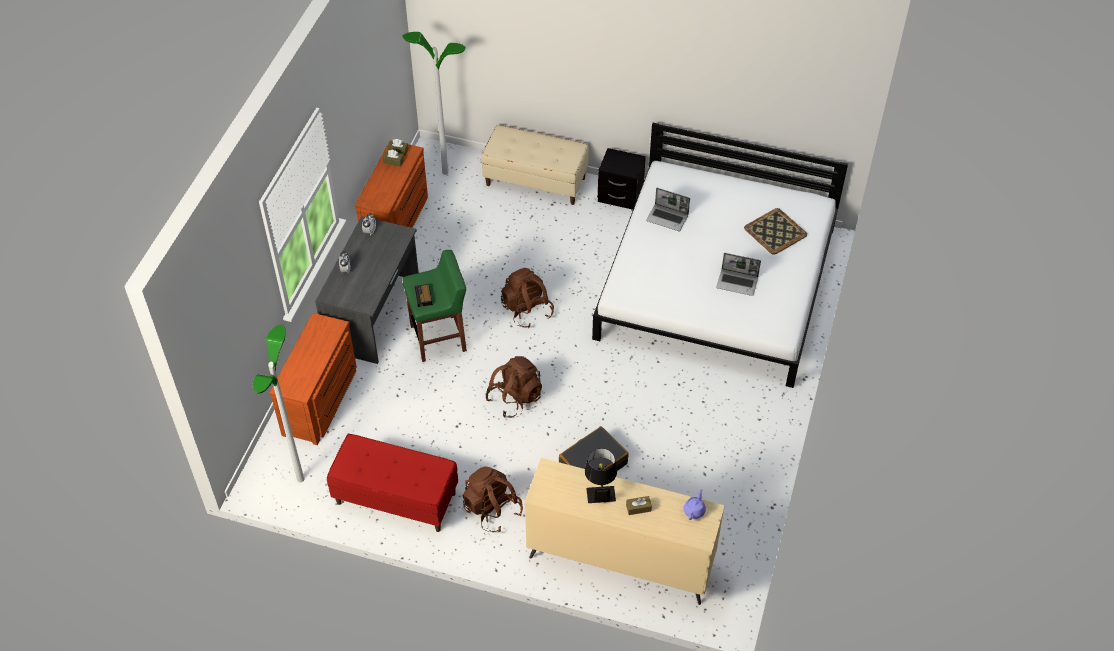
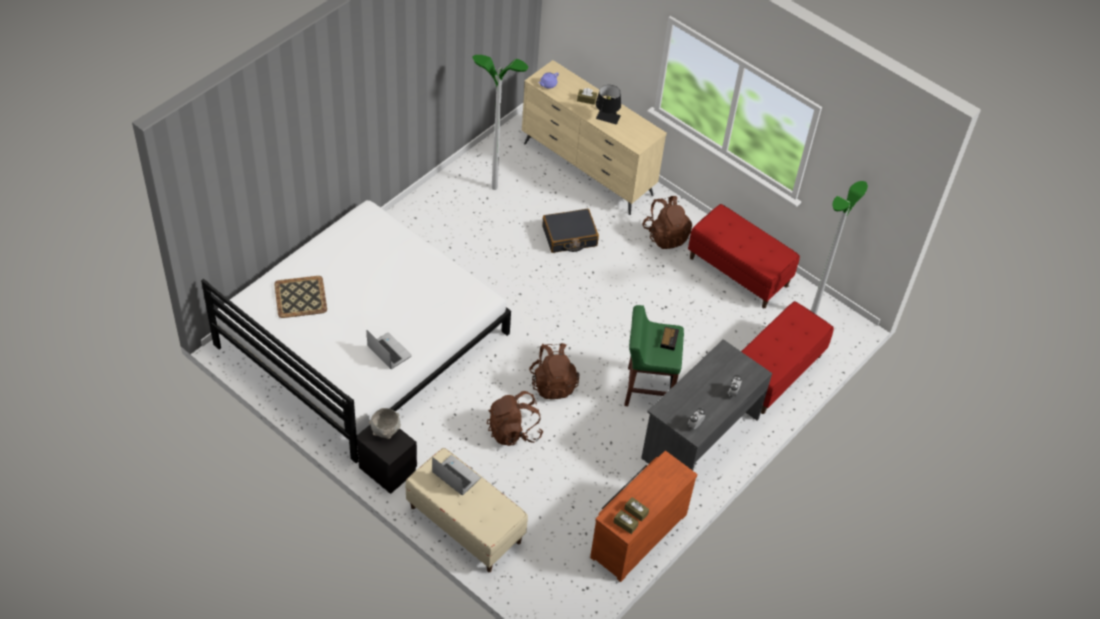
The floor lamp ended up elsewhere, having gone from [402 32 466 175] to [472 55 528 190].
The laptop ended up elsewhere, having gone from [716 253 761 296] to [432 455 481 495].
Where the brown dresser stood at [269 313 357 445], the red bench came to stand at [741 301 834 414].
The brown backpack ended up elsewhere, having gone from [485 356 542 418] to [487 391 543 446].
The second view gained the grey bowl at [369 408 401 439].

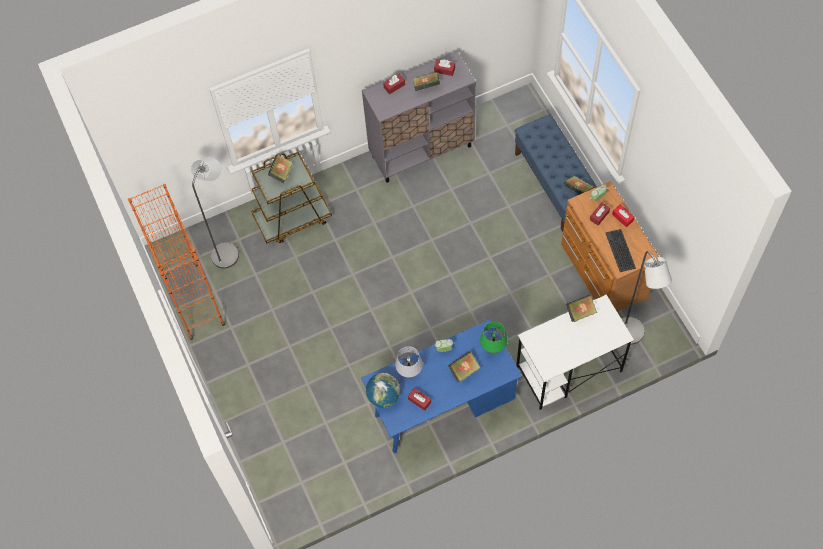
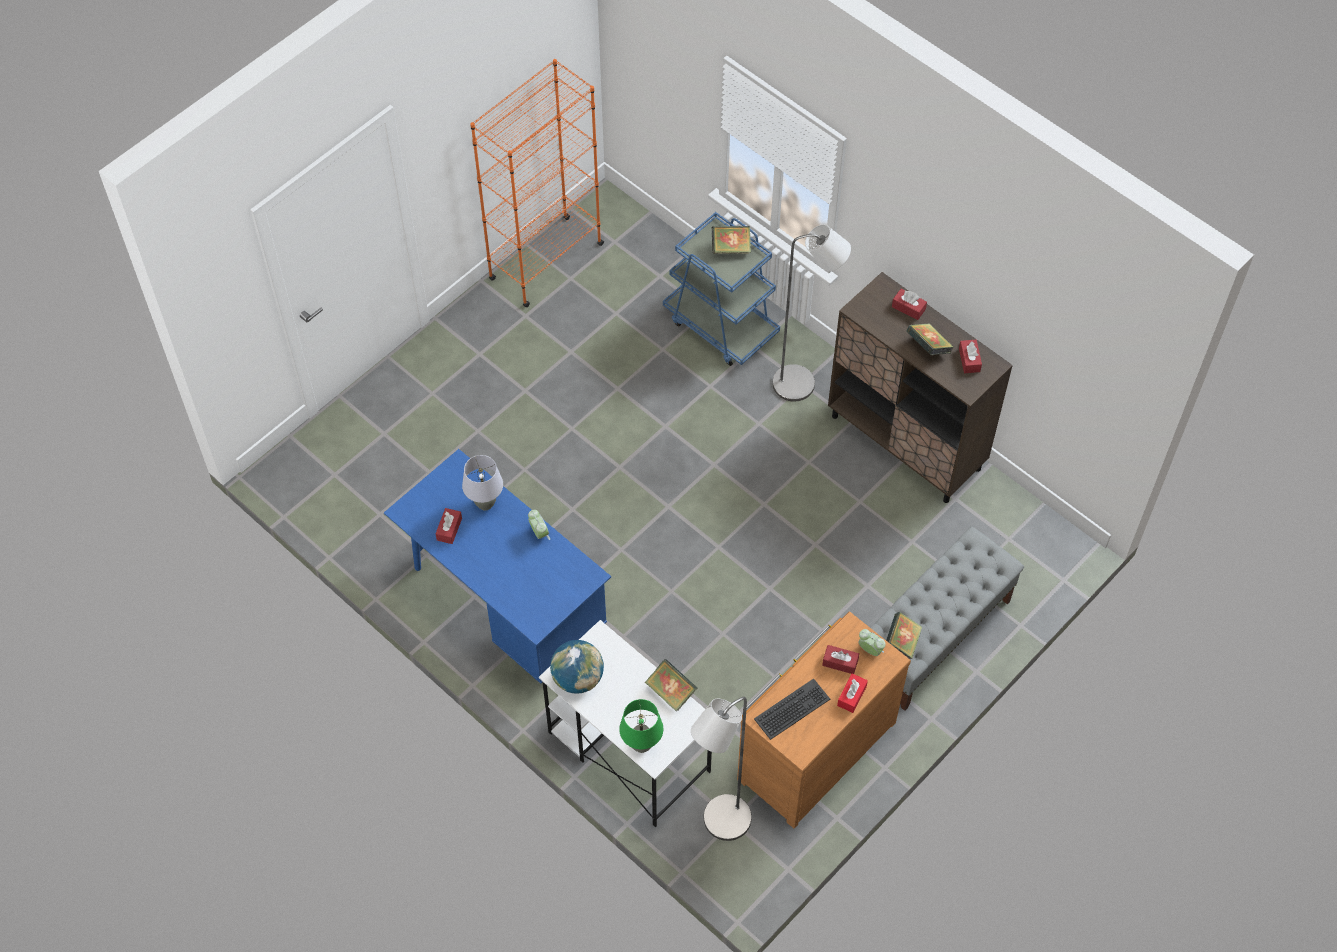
What was the grey cabinet at [362 51 476 183] turned into the brown cabinet at [828 272 1013 503].
What was the blue bench at [515 114 597 232] turned into the grey bench at [870 526 1024 711].
What was the brown cart at [251 151 332 244] turned into the blue cart at [663 212 780 366].
The grey floor lamp ended up elsewhere, having gone from [191 157 239 268] to [773 224 851 401].
The green table lamp ended up elsewhere, having gone from [480 322 507 354] to [619 699 663 753].
The second view lost the book at [448 351 480 383].
The globe ended up elsewhere, having gone from [366 373 400 408] to [550 640 604 694].

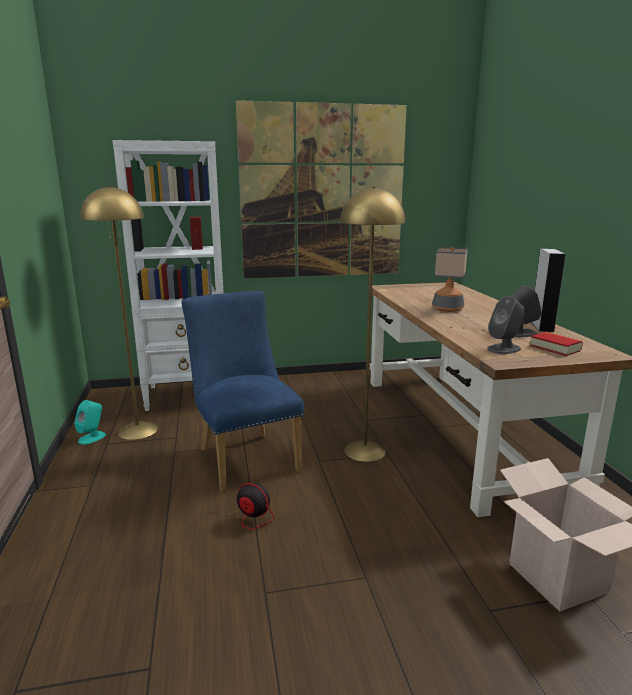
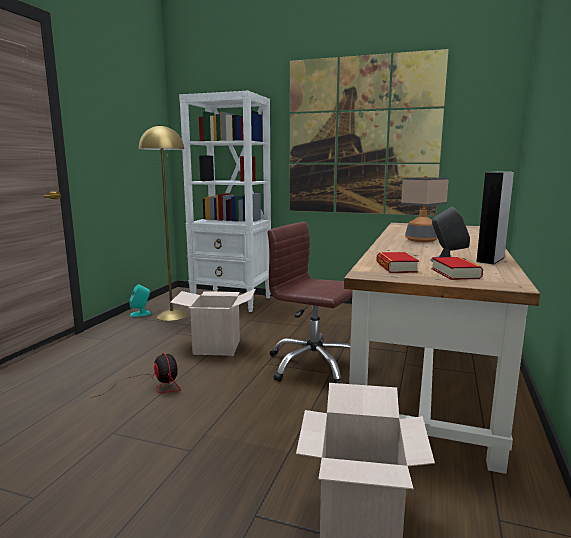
Where the yellow floor lamp stood at [340 186 405 462], the brown office chair came to stand at [267 222 352 384].
Where the blue chair stood at [181 291 304 492], the cardboard box came to stand at [170 288 256 356].
Where the grey speaker stood at [487 296 525 354], the book came to stand at [376 252 419 273].

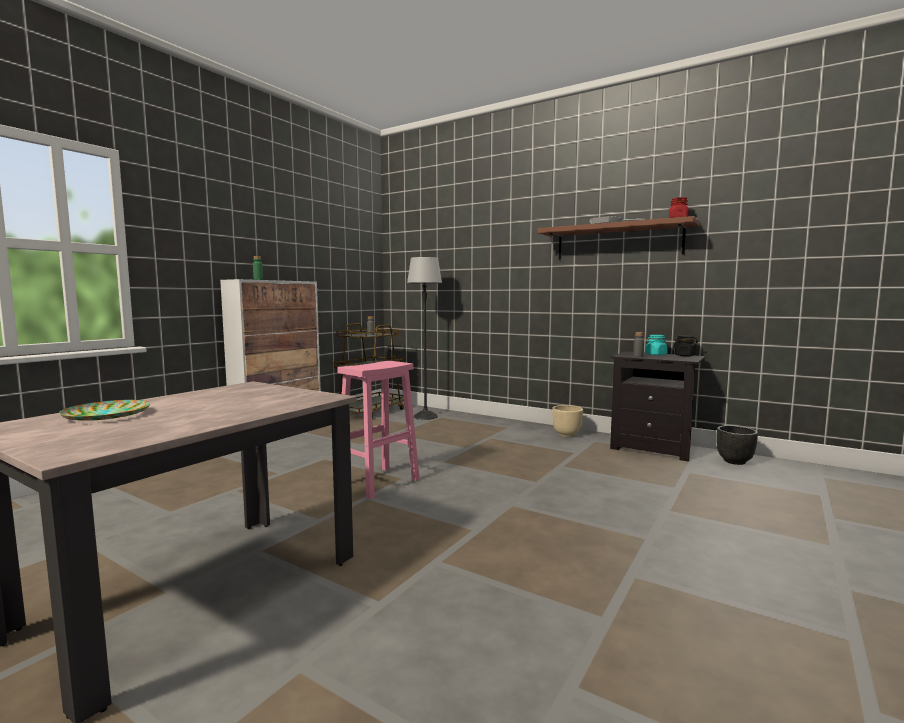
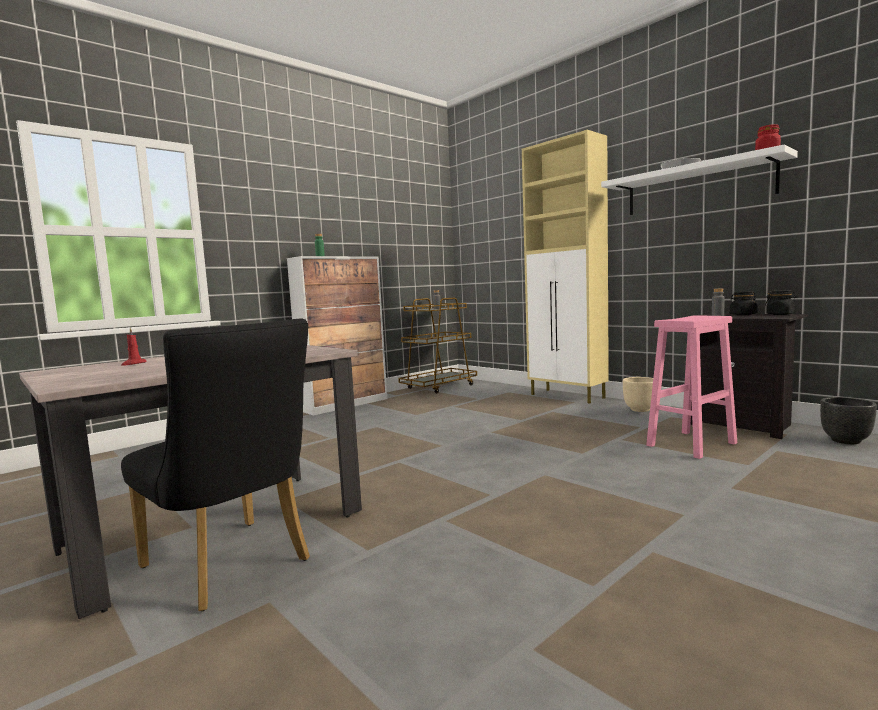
What was the brown shelf at [537 216 700 259] turned into the white shelf at [601 144 798 215].
The second view lost the floor lamp at [407 257 442 420].
What was the turquoise jar at [645 335 668 355] turned into the black jar at [730 291 758 315].
The pink stool ended up elsewhere, having gone from [337 361 420 499] to [646 315 737 459].
Where the plate stood at [59 400 150 421], the red candle came to stand at [121 328 147 366].
The second view gained the beige cabinet at [522 130 609 404].
The second view gained the black chair at [121 319 310 611].

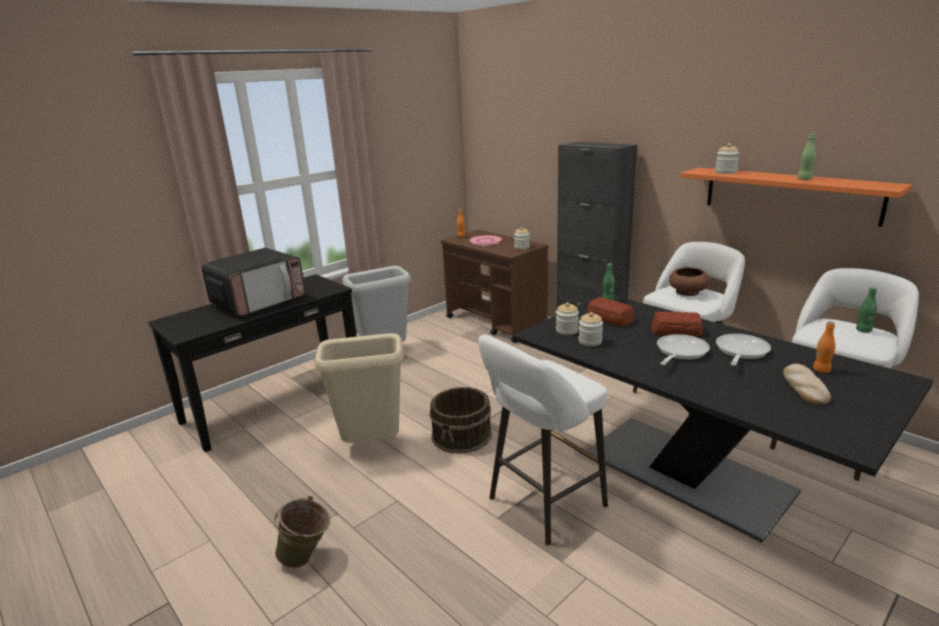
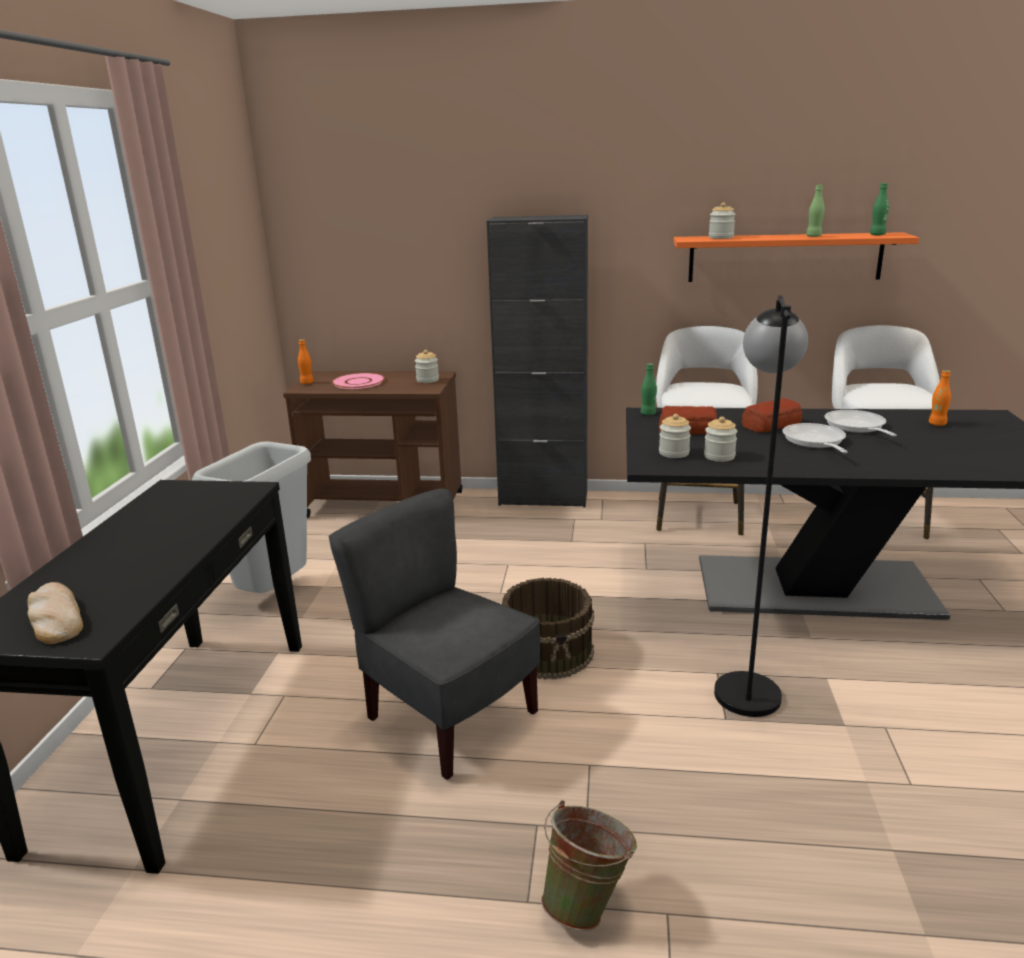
The second view lost the microwave at [202 248 305 316].
The second view lost the brown bowl at [669 267 710 296].
The green bottle ended up elsewhere, having gone from [856 287 877 333] to [870 183 889 235].
Where the beige trash can stood at [315 333 404 443], the grey chair came to stand at [329 488 540 780].
Where the white stool stood at [478 334 608 545], the black floor lamp came to stand at [714 295 808 717].
The bread ended up elsewhere, having gone from [783 364 831 404] to [27 582 83 644].

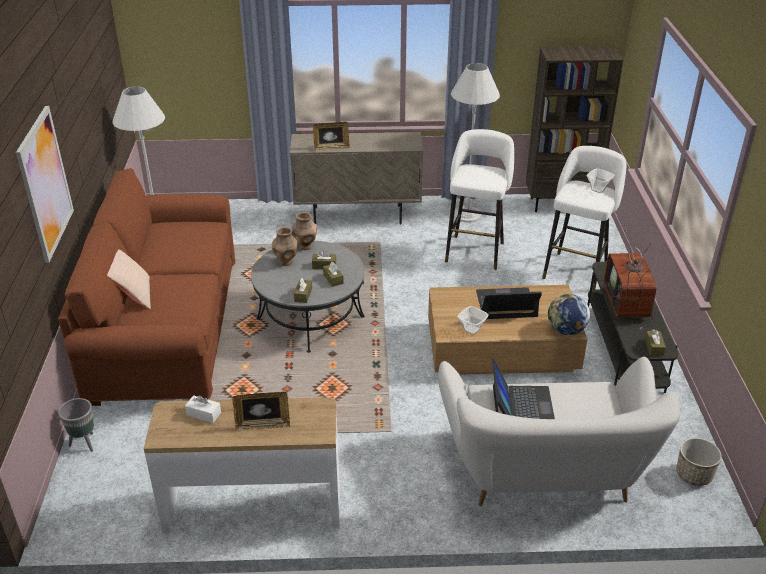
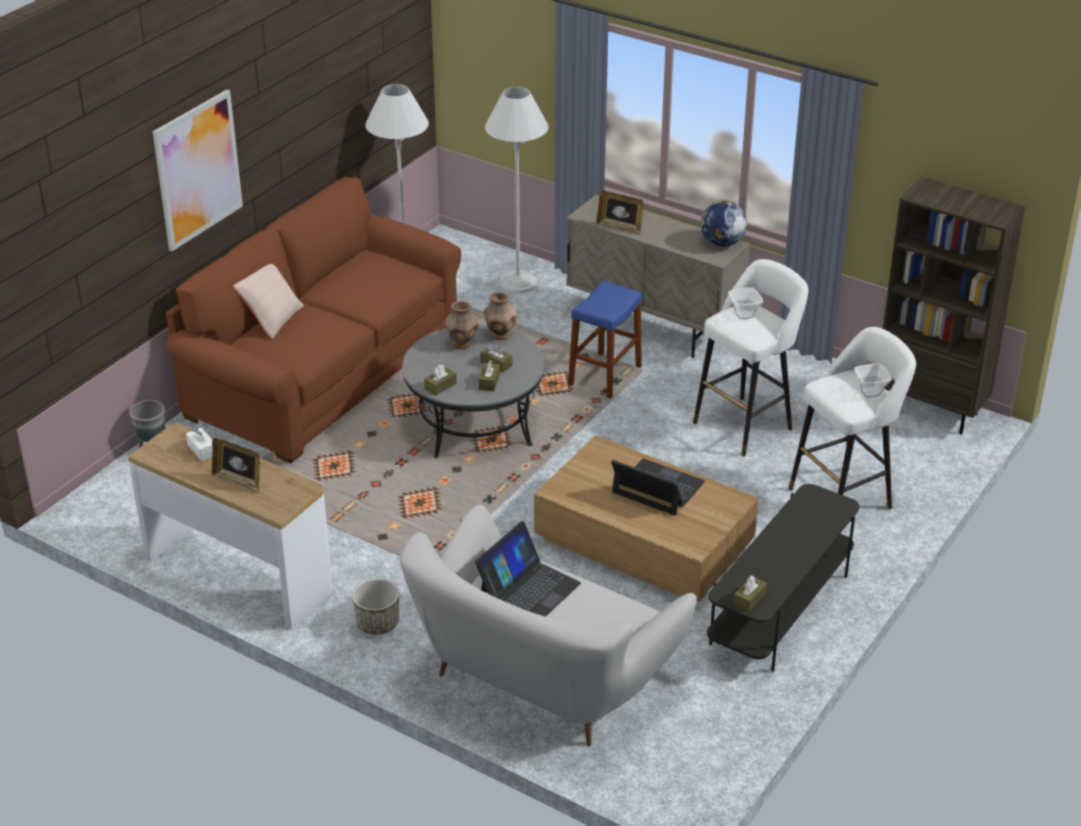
The white floor lamp ended up elsewhere, having gone from [451 63 500 223] to [485 87 548 293].
The second view lost the television at [604 227 657 330].
The globe ended up elsewhere, having gone from [548 294 590 335] to [700 200 747 247].
The bowl ended up elsewhere, having gone from [457 306 489 335] to [728 287 763 320].
The planter ended up elsewhere, having gone from [676 438 722 486] to [352 579 399 635].
The second view gained the blue stool at [568 281 642 399].

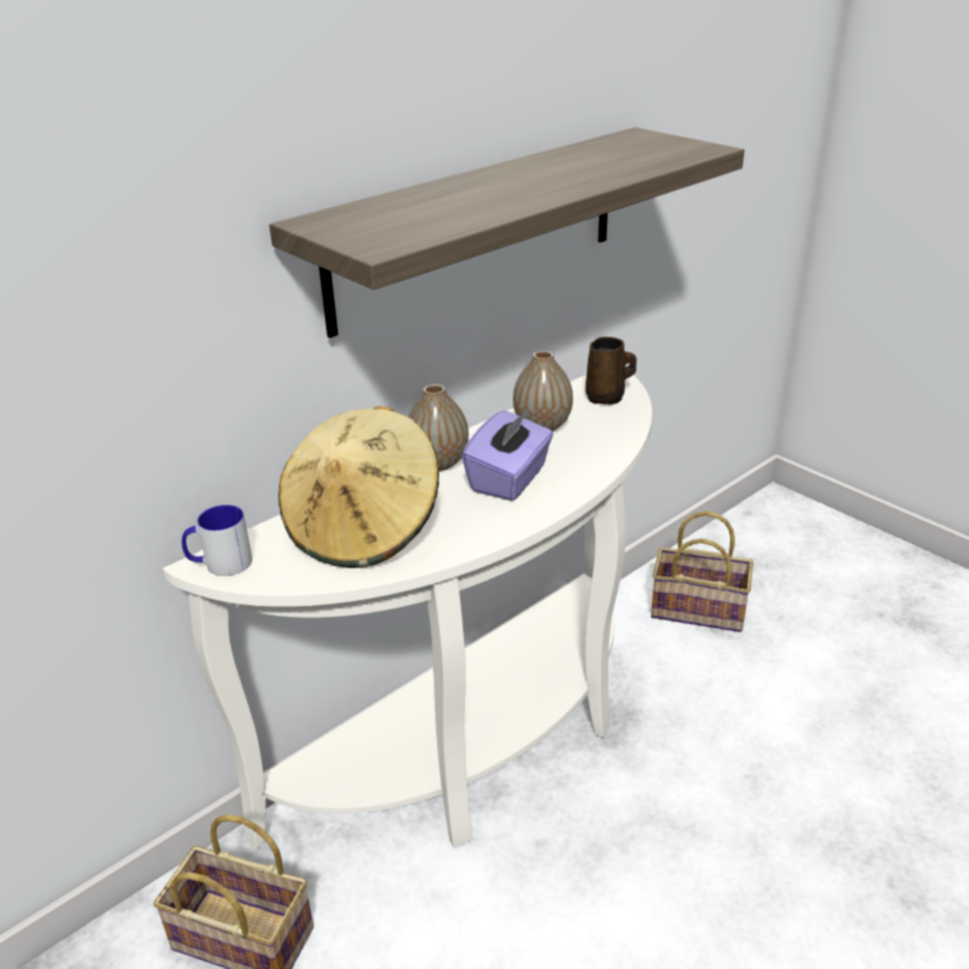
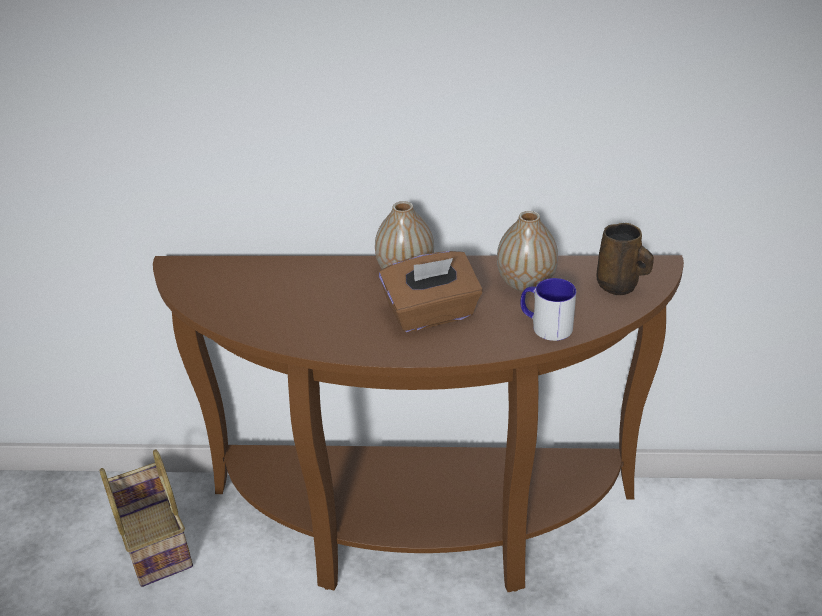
The second view lost the shelf at [269 127 744 338].
What was the white console table at [163 374 652 849] turned into the brown console table at [153 255 684 592].
The second view lost the beige hat at [278 406 439 568].
What was the purple tissue box at [462 409 553 501] turned into the brown tissue box at [379 251 483 332].
The mug ended up elsewhere, having gone from [182 505 252 576] to [520 278 576 341].
The second view lost the basket at [651 511 753 632].

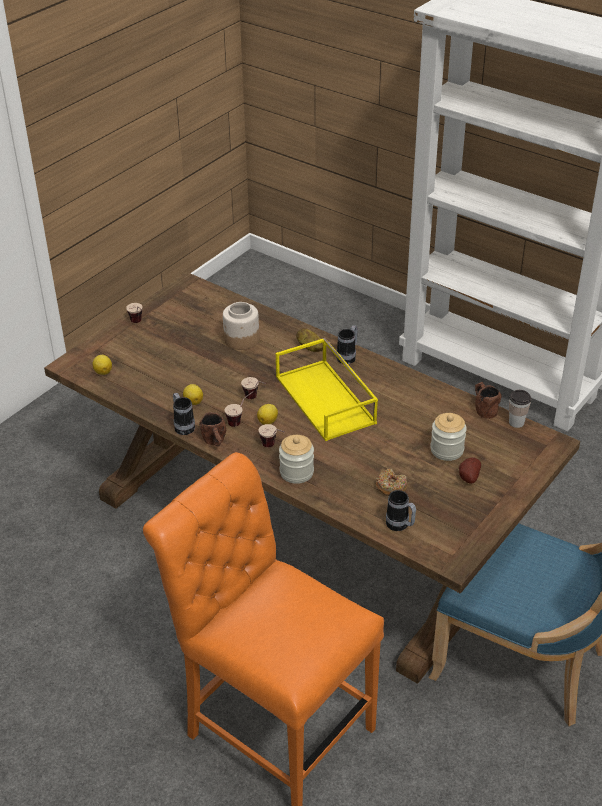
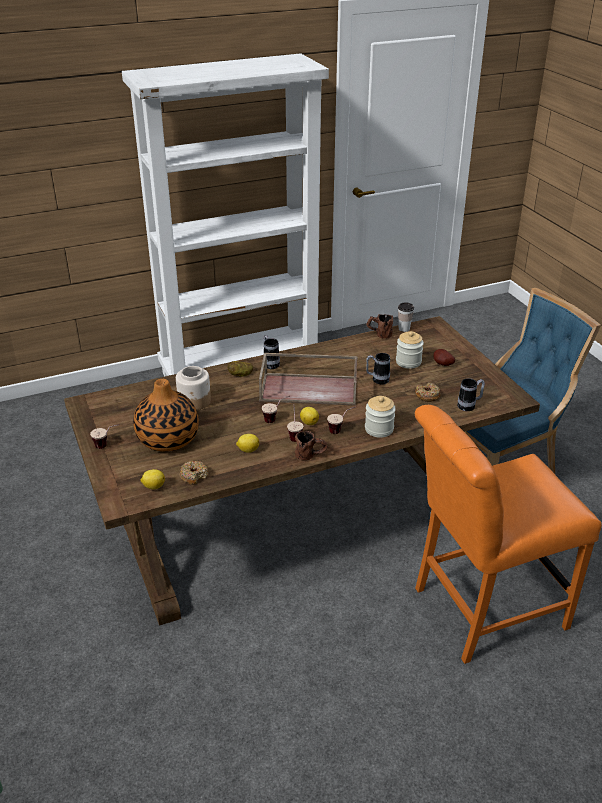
What was the yellow tray at [276 338 378 441] turned into the brown tray at [259 353 358 406].
The mug ended up elsewhere, having gone from [173 393 195 435] to [366 353 390 385].
The second view gained the vase at [133 379 199 452].
The second view gained the donut at [180 461 209 485].

